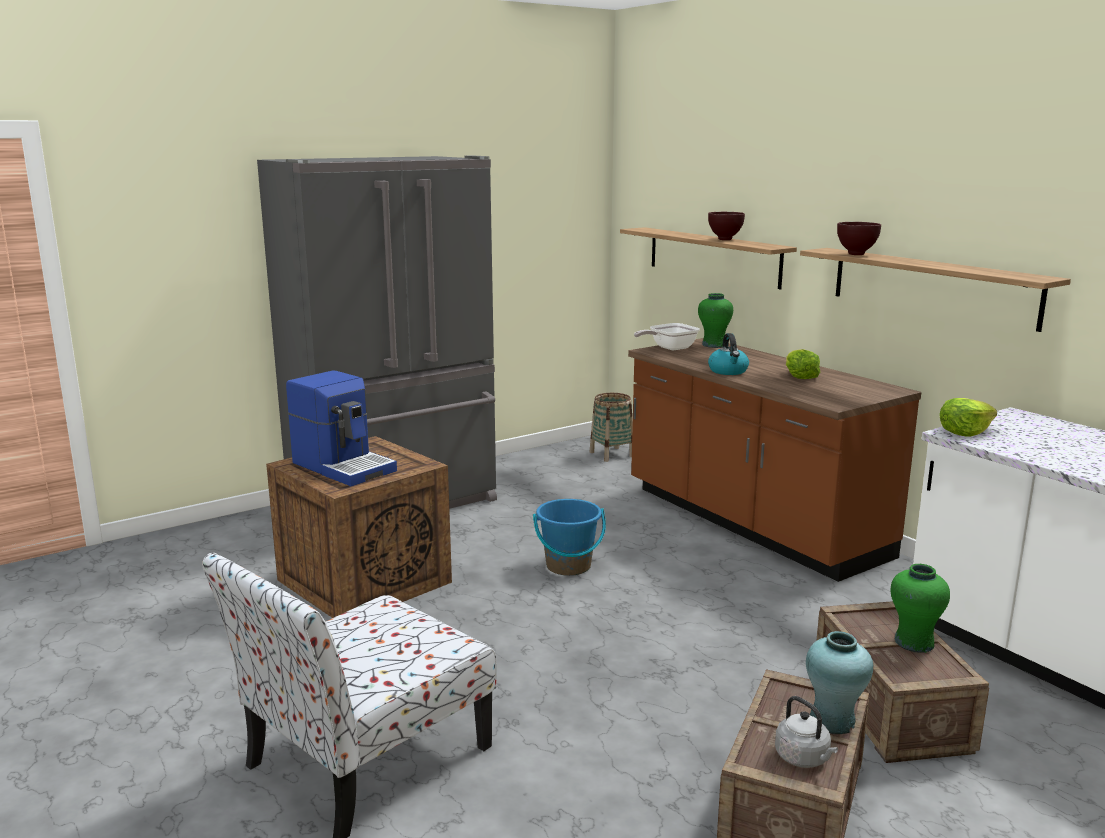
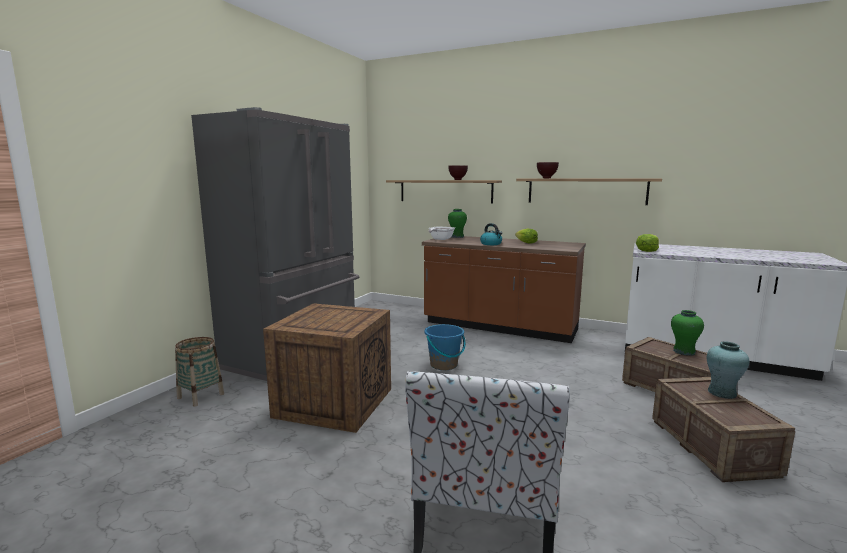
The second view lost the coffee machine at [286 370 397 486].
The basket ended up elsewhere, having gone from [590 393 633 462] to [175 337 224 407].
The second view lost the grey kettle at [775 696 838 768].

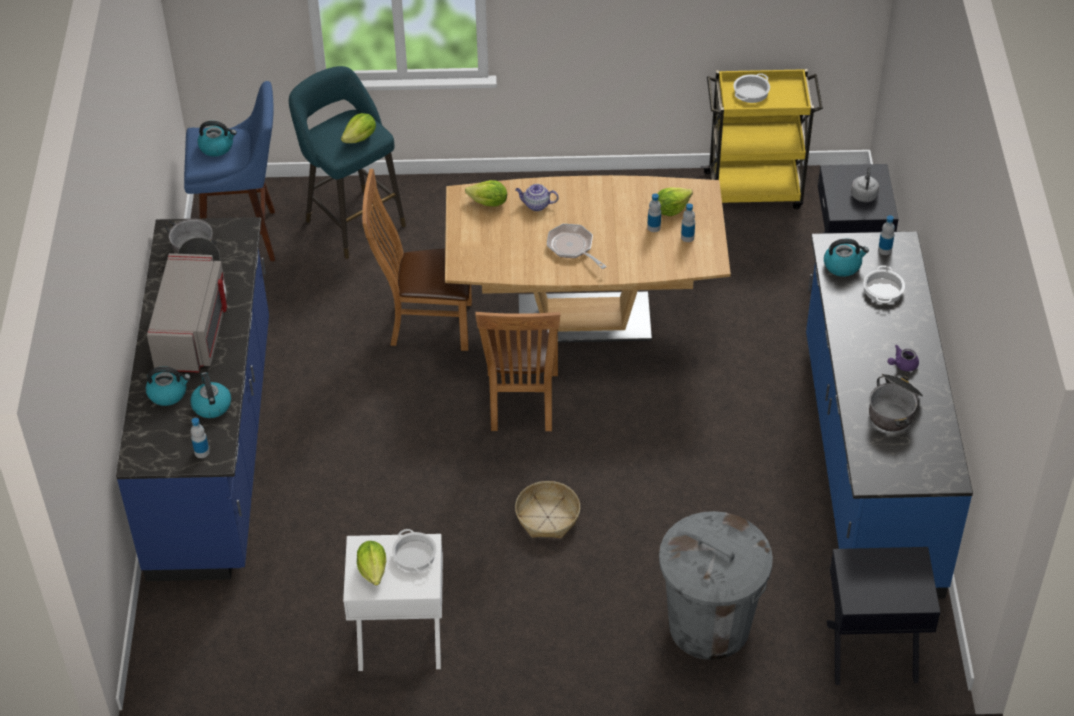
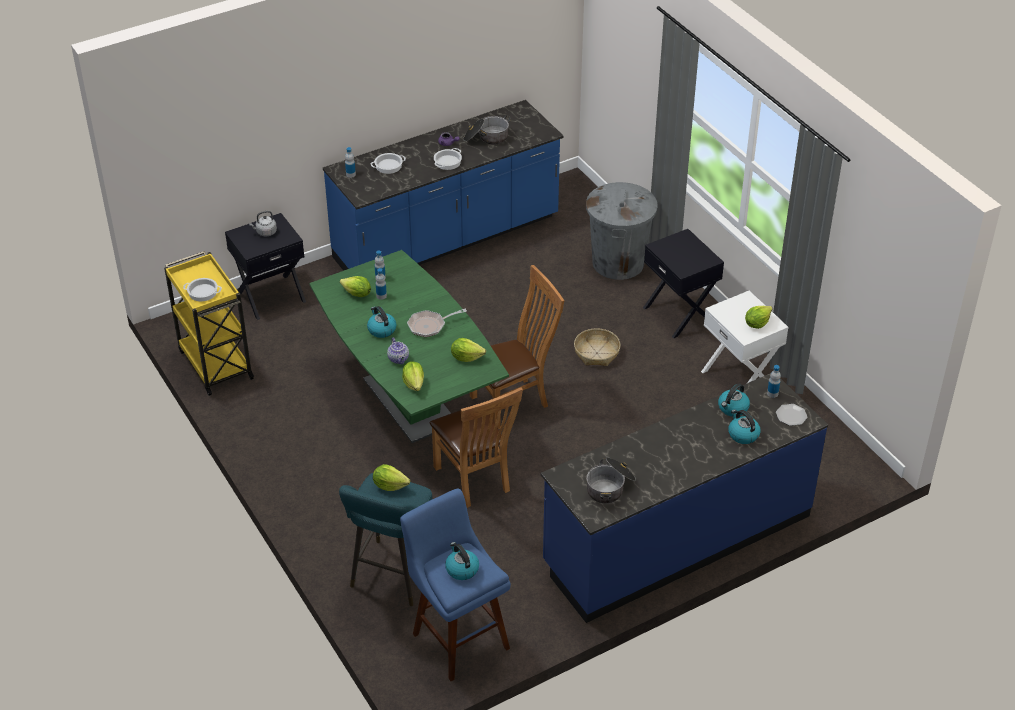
What was the brown dining table at [445 175 731 343] turned into the green dining table at [309 250 509 443].
The frying pan at [547 224 607 269] ended up facing another way, 45 degrees clockwise from before.
The kettle ended up elsewhere, having gone from [824 239 869 277] to [367 306 396 338].
The second view lost the grey microwave at [147 253 227 372].
The cooking pot ended up elsewhere, having gone from [392 529 436 572] to [434 148 462 170].
The black nightstand ended up elsewhere, having gone from [827 547 940 685] to [643 229 724 339].
The second view gained the lettuce at [451 338 486 362].
The second view gained the plate at [776 404 807 426].

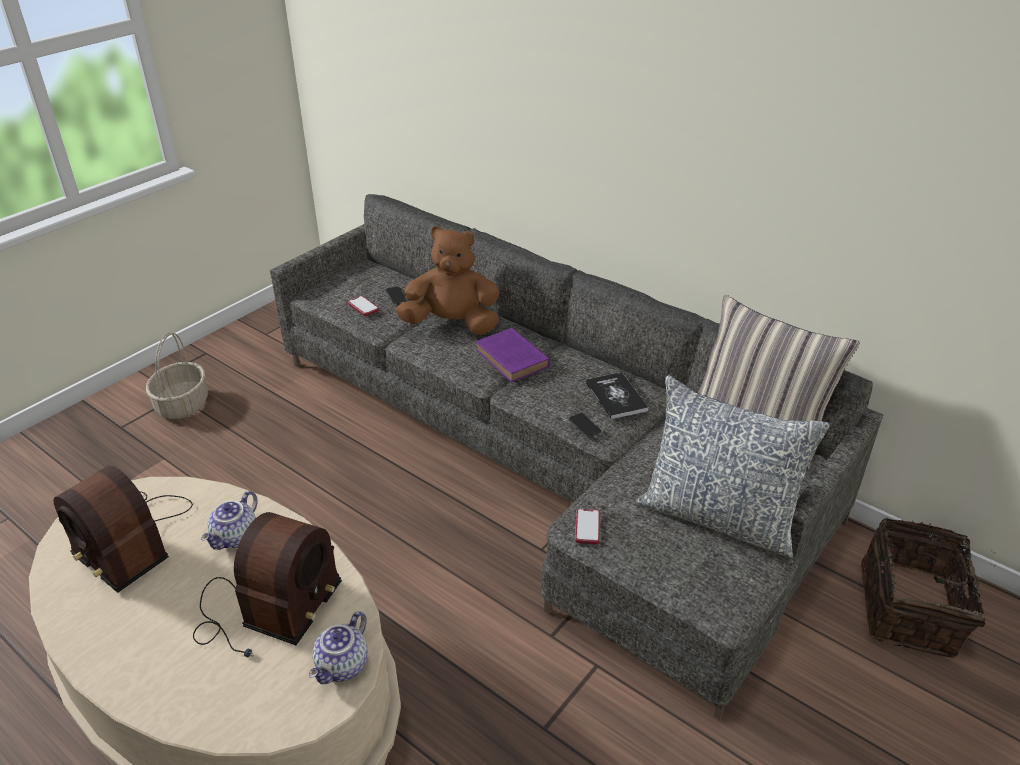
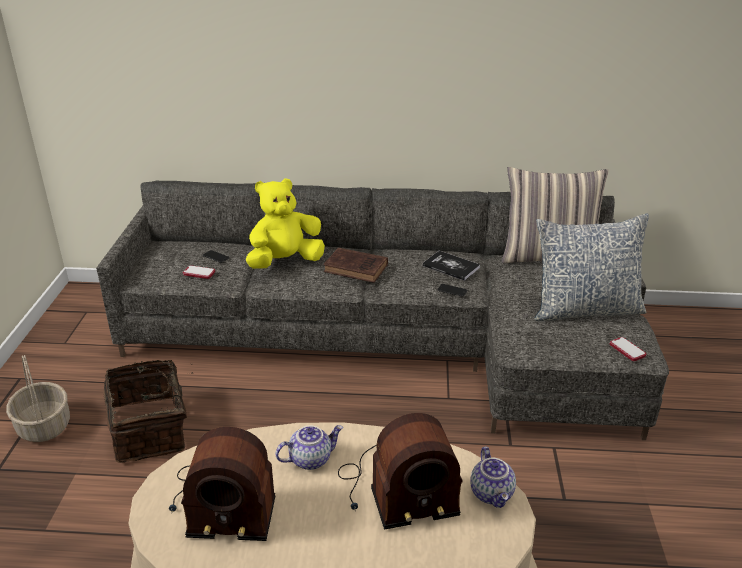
What was the brown plush toy at [396 226 500 335] turned into the yellow plush toy at [246 178 325 269].
What was the purple book at [475 328 550 382] turned into the brown book at [324 248 388 283].
The teapot at [201 491 258 550] ended up facing another way, 105 degrees counterclockwise from before.
The phone ended up elsewhere, having gone from [575 509 600 544] to [610 337 646 361].
The radio at [193 512 342 657] ended up facing another way, 90 degrees clockwise from before.
The basket ended up elsewhere, having gone from [861 517 995 658] to [103 360 193 463].

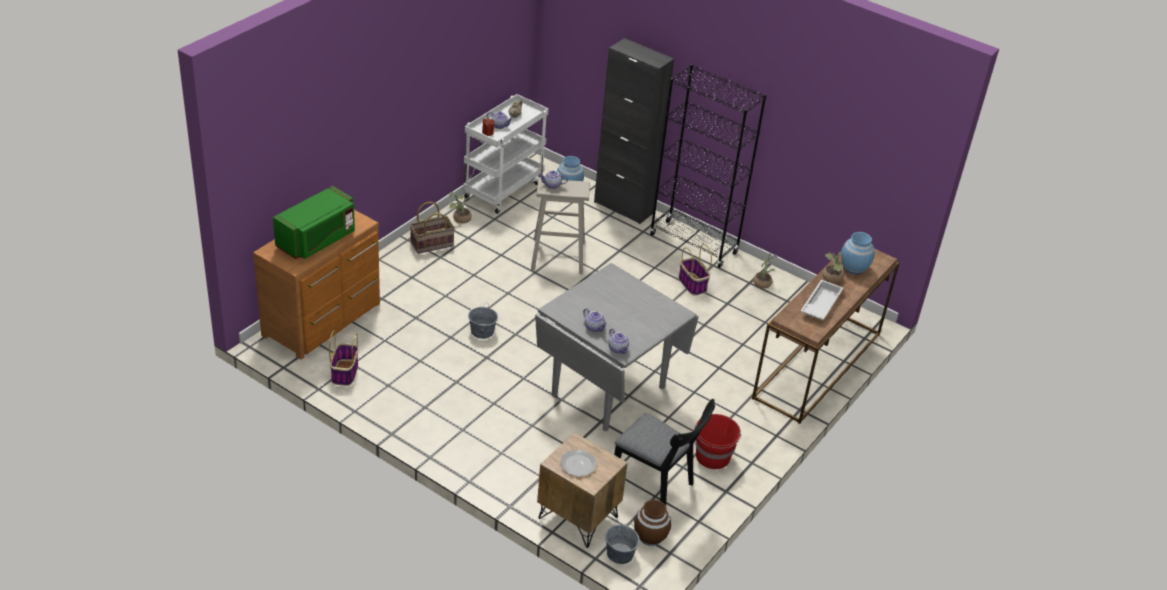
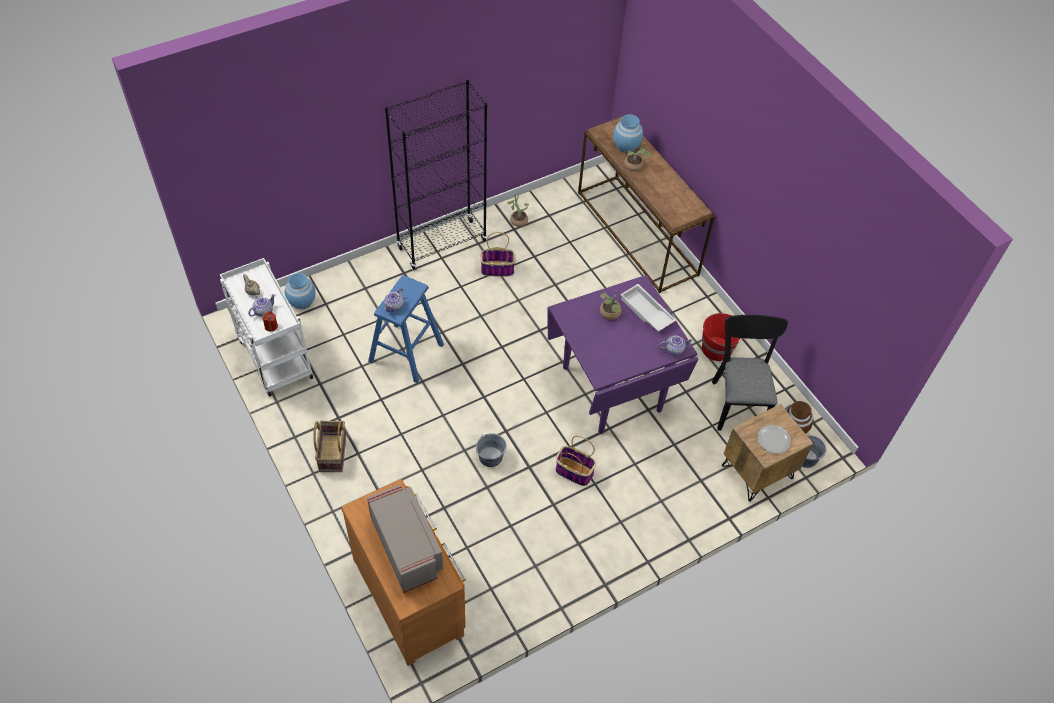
The second view lost the black cabinet at [594 38 674 224].
What was the beige stool at [531 178 590 274] turned into the blue stool at [368 275 444 383].
What was the green microwave at [273 186 355 259] turned into the grey microwave at [367 484 443 593].
The potted plant ended up elsewhere, having gone from [449 192 472 223] to [600 292 622 320].
What was the grey dining table at [535 263 699 431] turned into the purple dining table at [547 276 698 434].
The white tray ended up elsewhere, having gone from [801 280 843 320] to [620 284 676 332].
The second view lost the teapot at [583 308 607 332].
The basket ended up elsewhere, having gone from [329 330 358 386] to [556 436 596 486].
The black chair at [614 399 715 505] ended up facing another way, 60 degrees counterclockwise from before.

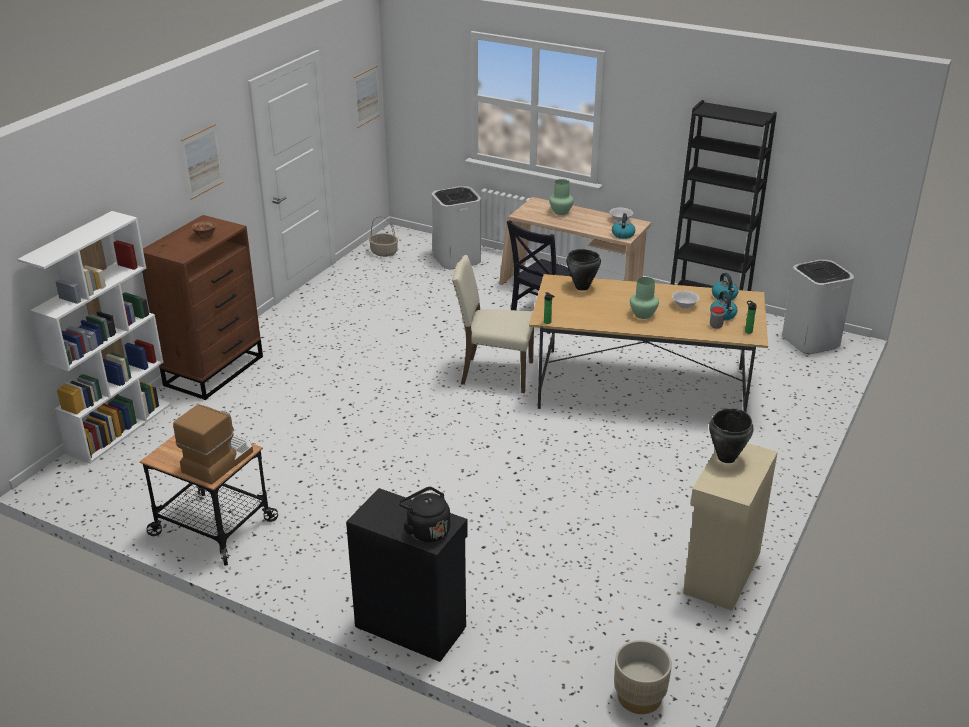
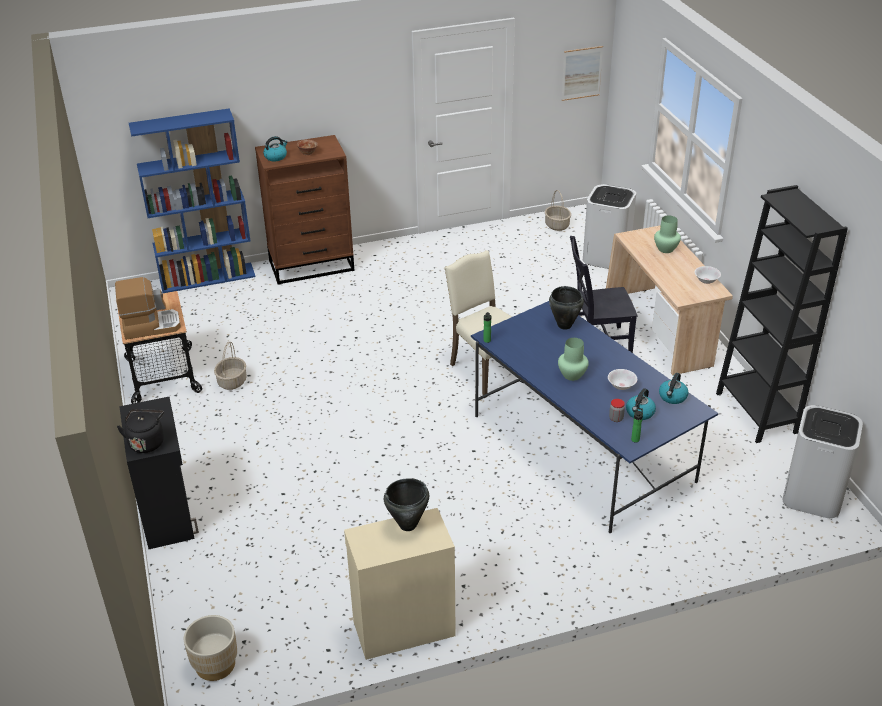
The second view lost the picture at [181 124 223 200].
What was the white bookcase at [17 211 171 464] turned into the blue bookcase at [129 108 255 293].
The kettle ended up elsewhere, having gone from [612 213 635 239] to [263 136 288 161].
What was the beige dining table at [529 274 768 412] turned into the blue dining table at [471 301 718 533].
The second view gained the basket at [214 342 247 390].

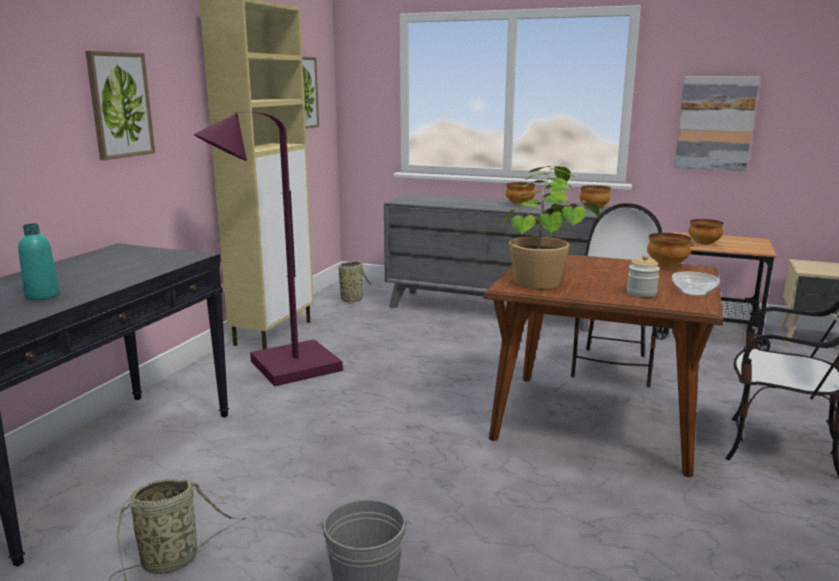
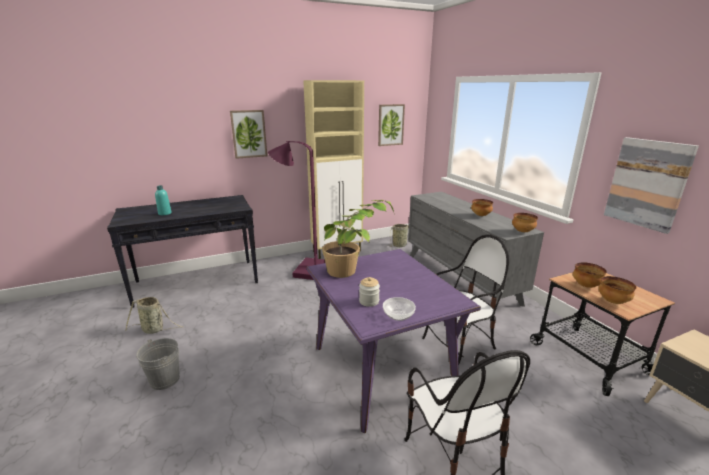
The bowl ended up elsewhere, having gone from [647 233 692 266] to [599 276 636 304].
What was the brown dining table at [484 254 724 477] turned into the purple dining table at [306 249 481 433].

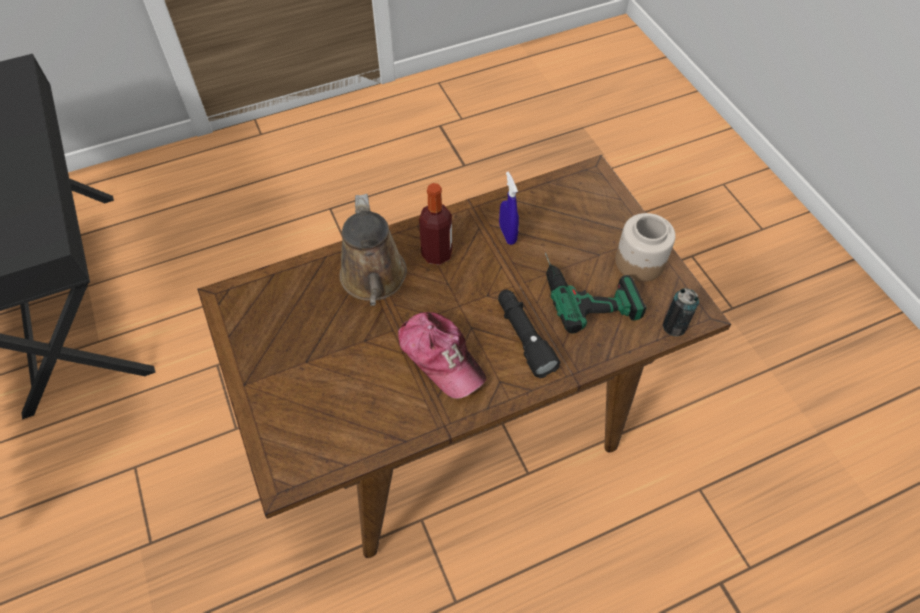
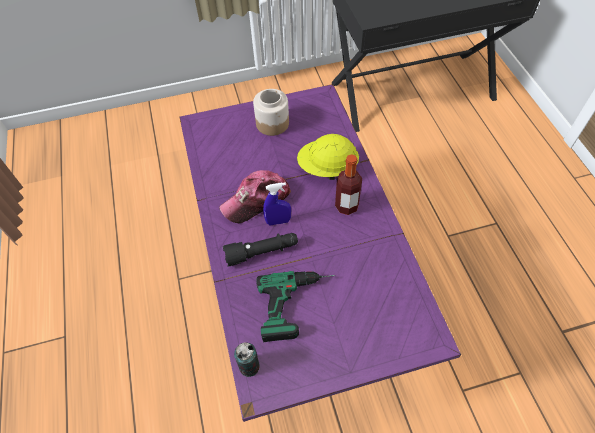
What was the brown dining table at [197 155 731 558] turned into the purple dining table at [180 84 461 422].
The blue spray bottle ended up elsewhere, having gone from [499 172 519 245] to [263 182 291 225].
Where the brown watering can stood at [339 194 407 306], the yellow hard hat came to stand at [297 134 359 180].
The jar ended up elsewhere, having gone from [615 213 676 282] to [253 89 289 136].

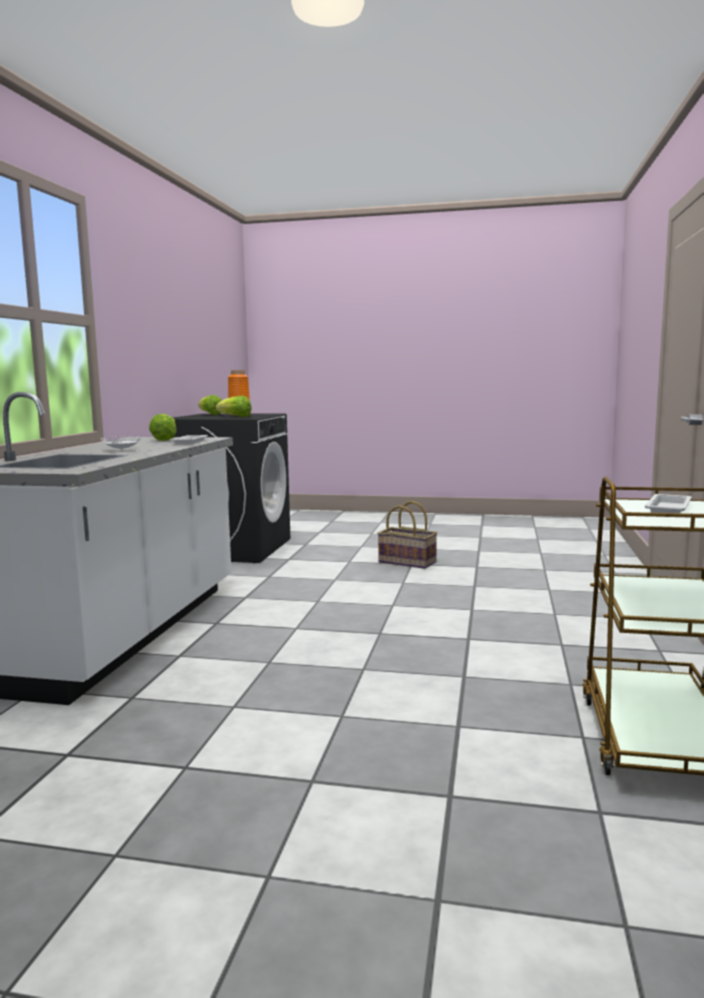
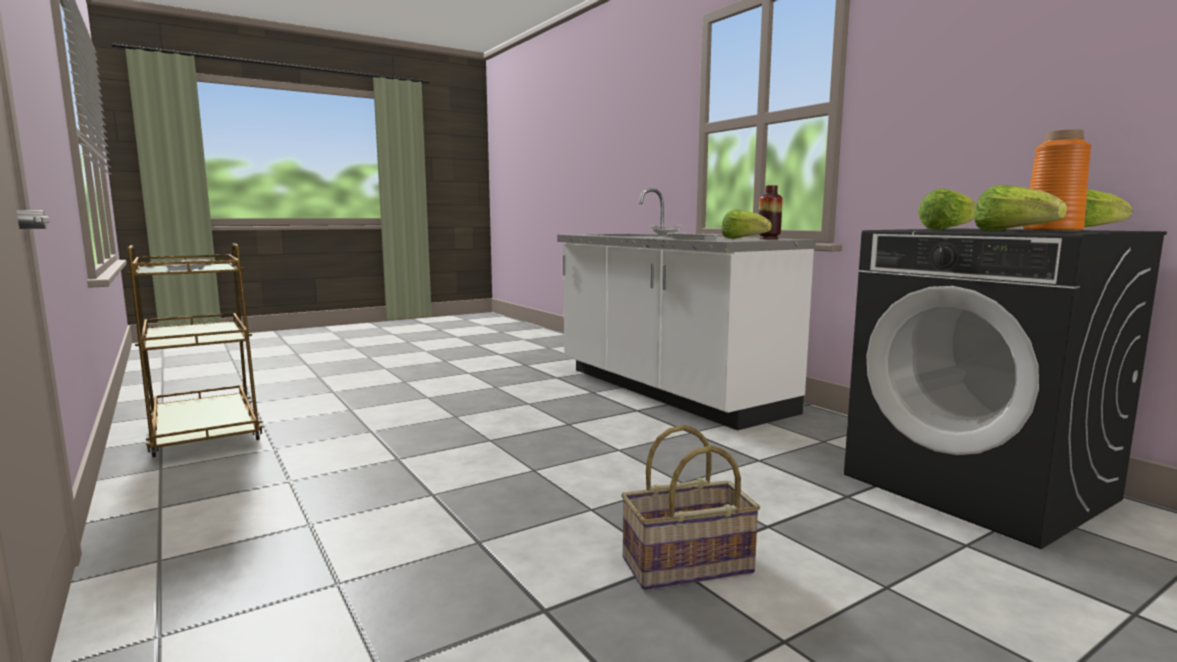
The second view gained the vase at [759 185 783 239].
The second view gained the lettuce at [974 185 1067 232].

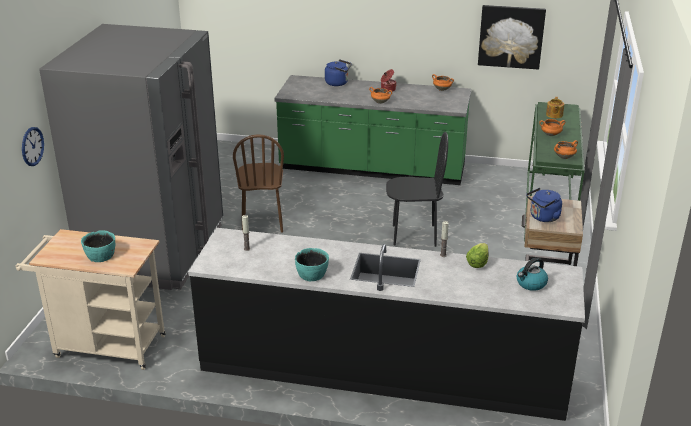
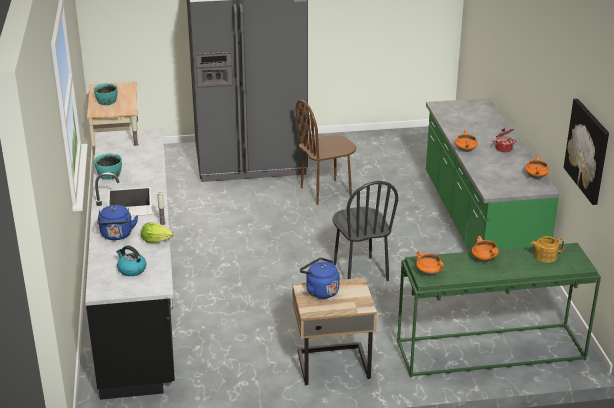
The blue kettle ended up elsewhere, having gone from [325 59 352 86] to [97 205 138 240].
The second view lost the wall clock at [22 127 44 166].

